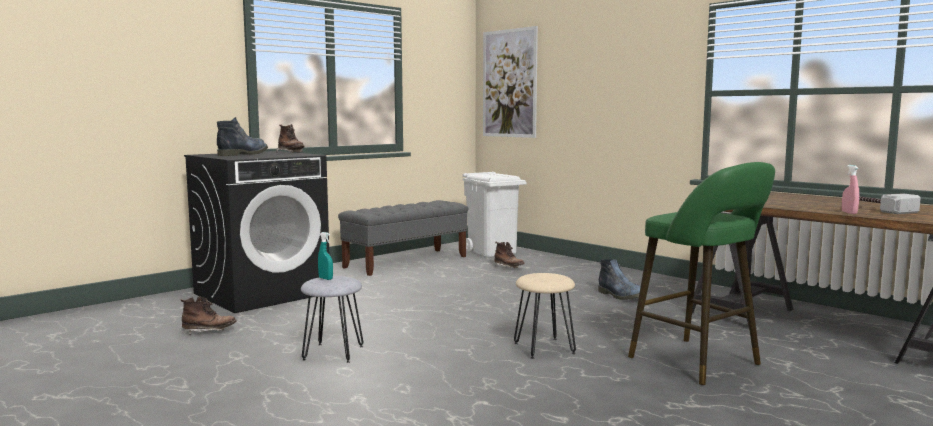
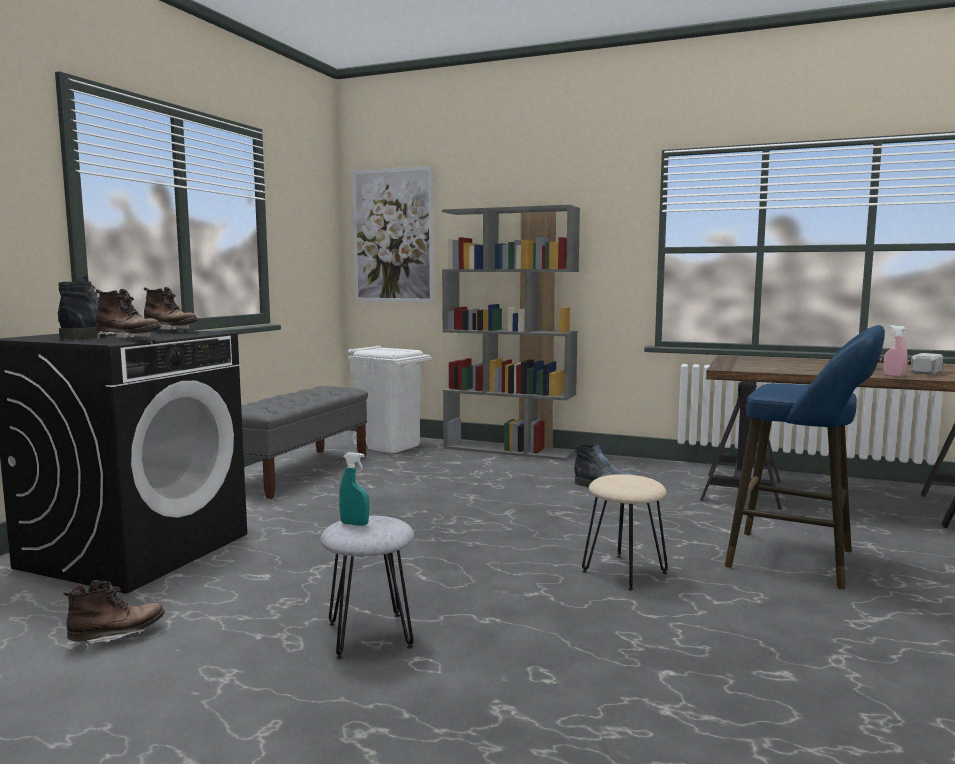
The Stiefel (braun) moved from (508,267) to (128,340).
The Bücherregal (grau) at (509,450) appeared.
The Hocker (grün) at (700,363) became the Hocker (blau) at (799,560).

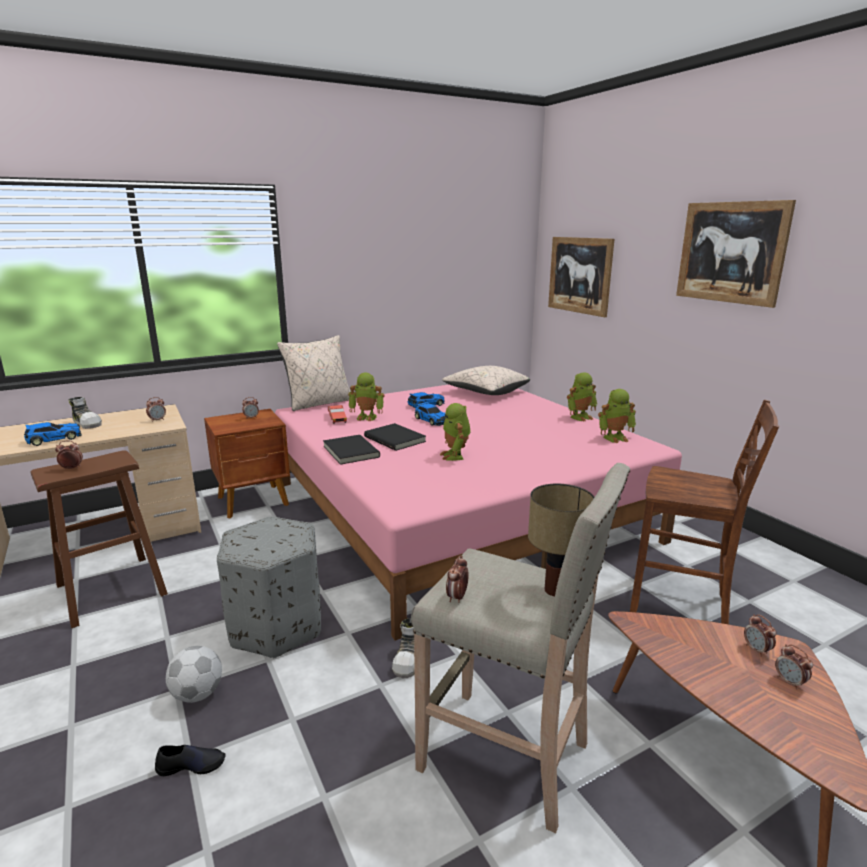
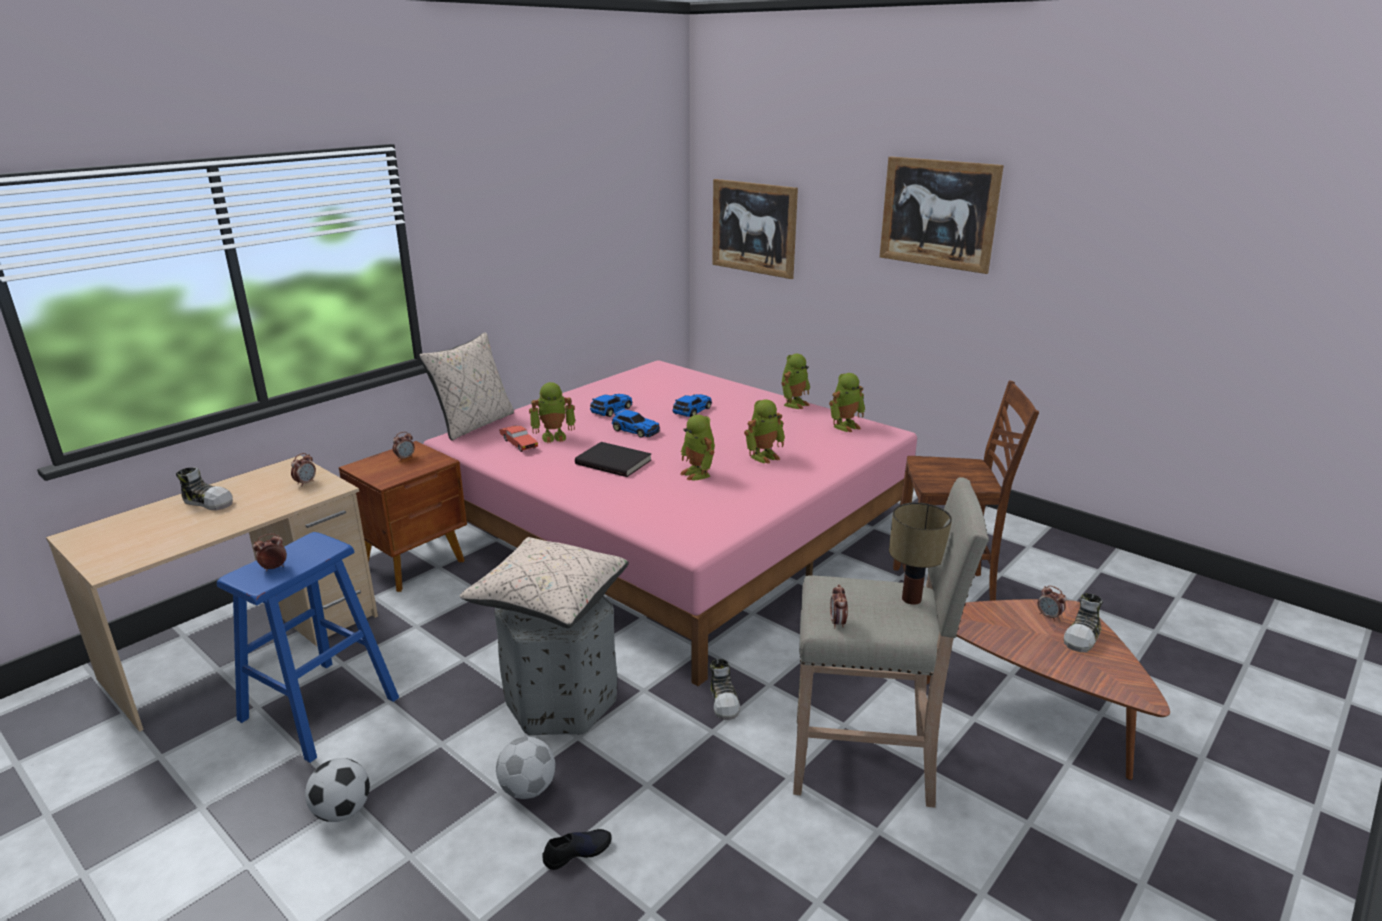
The Hocker (braun) at (111,589) became the Hocker (blau) at (319,709).
The Fußball at (342,811) appeared.
The Kissen (beige) moved from (485,392) to (549,600).
The Spielzeugauto moved from (53,439) to (691,411).
The Spielzeugroboter at (763,456) appeared.
The Wecker at (790,682) was replaced by the Schuh at (1083,637).
The Buch (schwarz) at (349,452) disappeared.

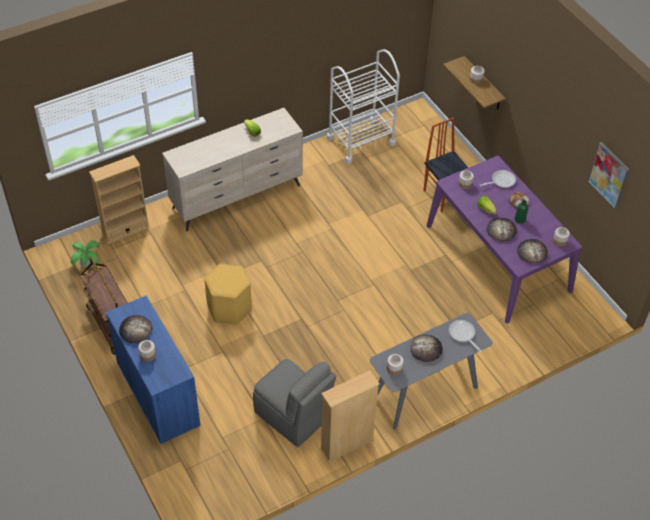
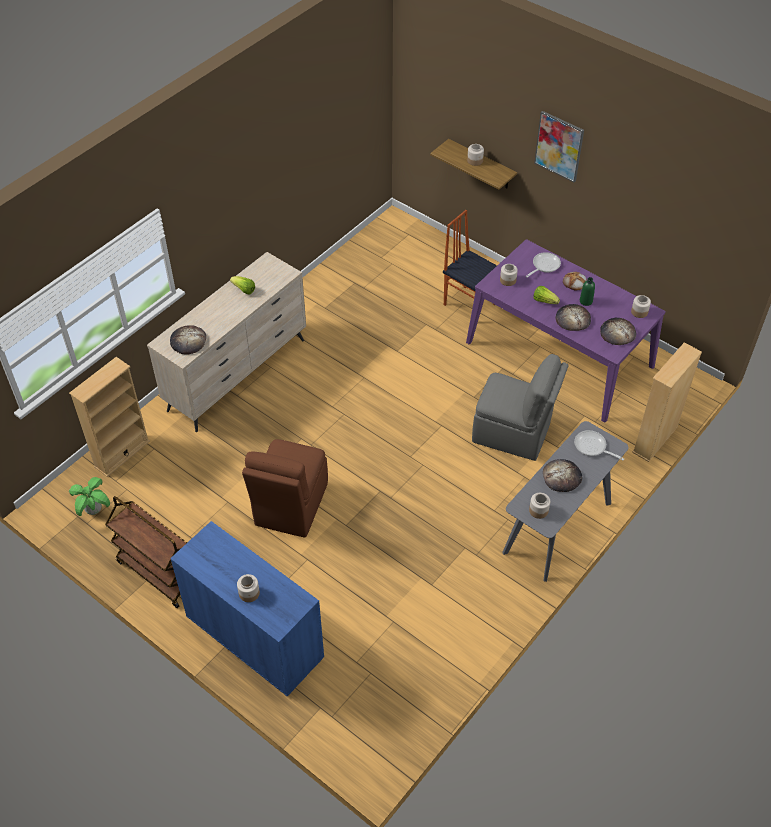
The Brot moved from (135,330) to (188,341).
The Hocker (gelb) at (229,308) was replaced by the Stuhl (braun) at (290,506).
The Stuhl (grau) moved from (293,416) to (513,434).
The Bild moved from (609,175) to (559,146).
The Bücherregal (beige) moved from (347,445) to (655,439).
The Rollwagen (weiß) at (361,141) disappeared.

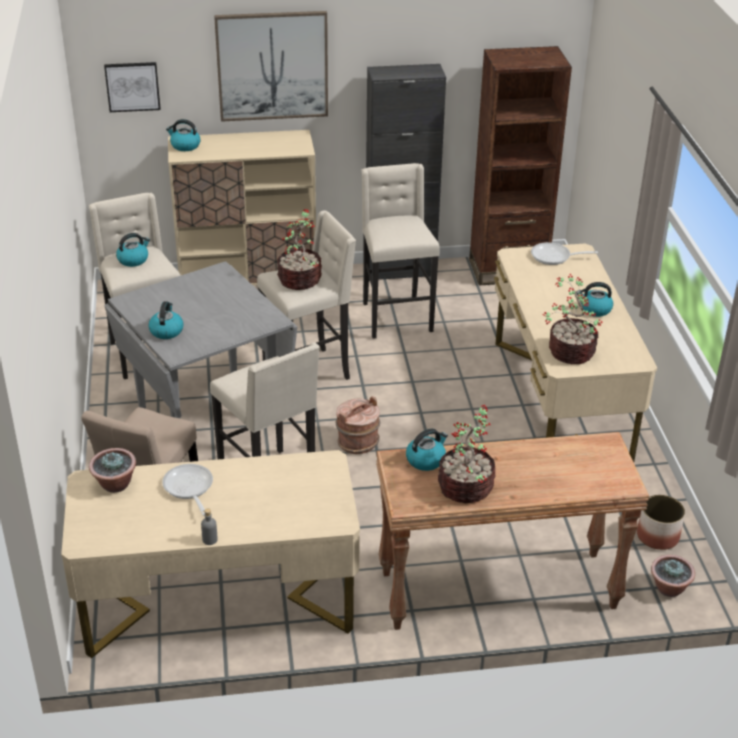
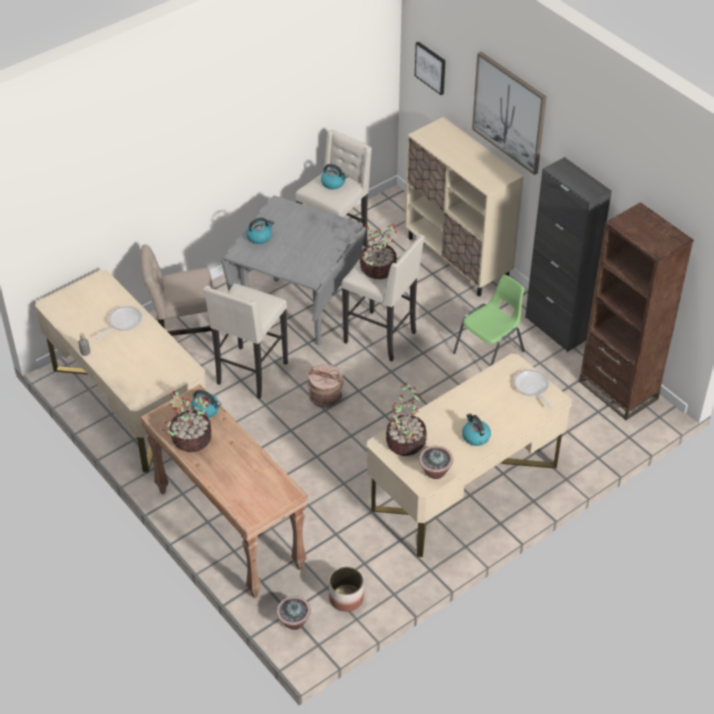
The Topfpflanze moved from (115,485) to (435,472).
The Hocker (beige) at (395,317) was replaced by the Stuhl (grün) at (490,352).
The Wasserkessel at (185,146) disappeared.

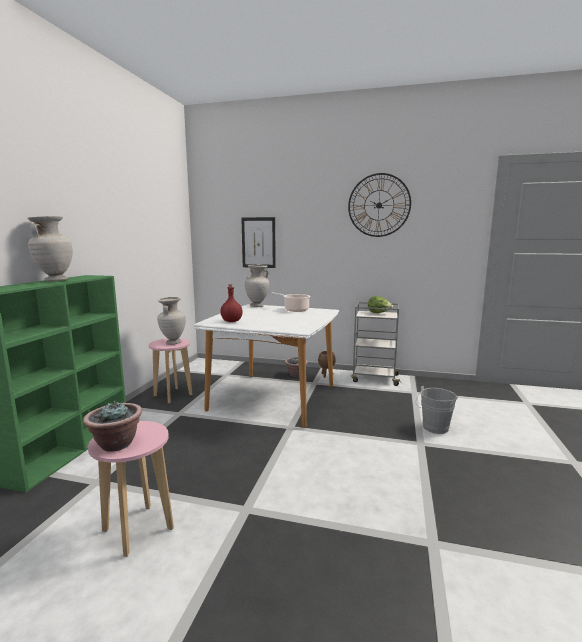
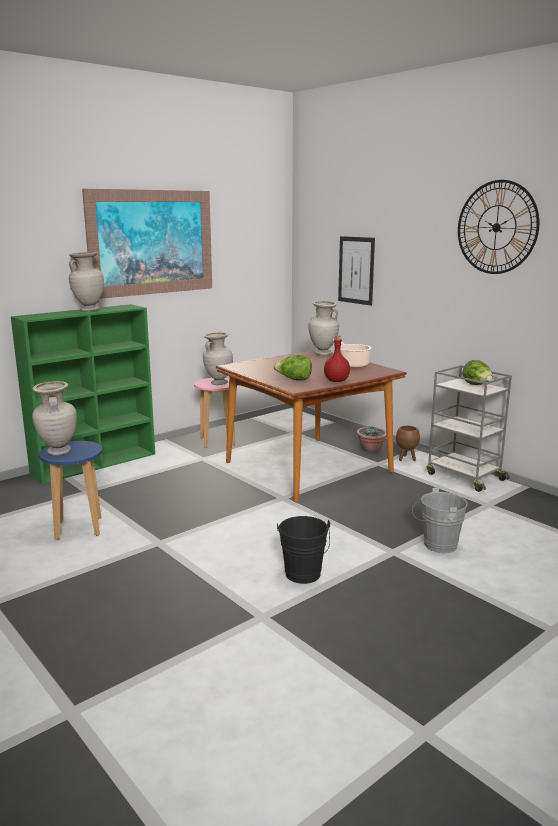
The Topfpflanze at (116,444) was replaced by the Vase (beige) at (58,452).
The Hocker (rosa) at (138,529) became the Hocker (blau) at (78,528).
The Bild at (152,242) appeared.
The Esstisch (weiß) at (273,398) became the Esstisch (braun) at (307,467).
The Salatkopf at (294,380) appeared.
The Eimer (schwarz) at (303,576) appeared.
The Flasche (rot) moved from (231,321) to (336,381).

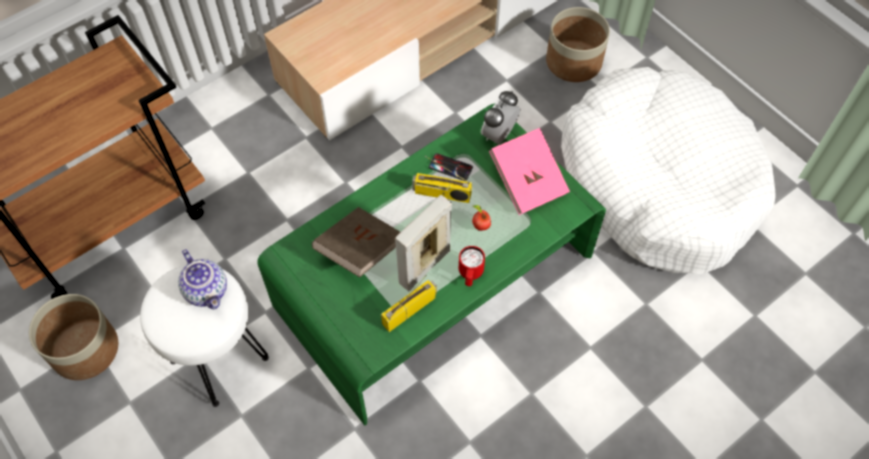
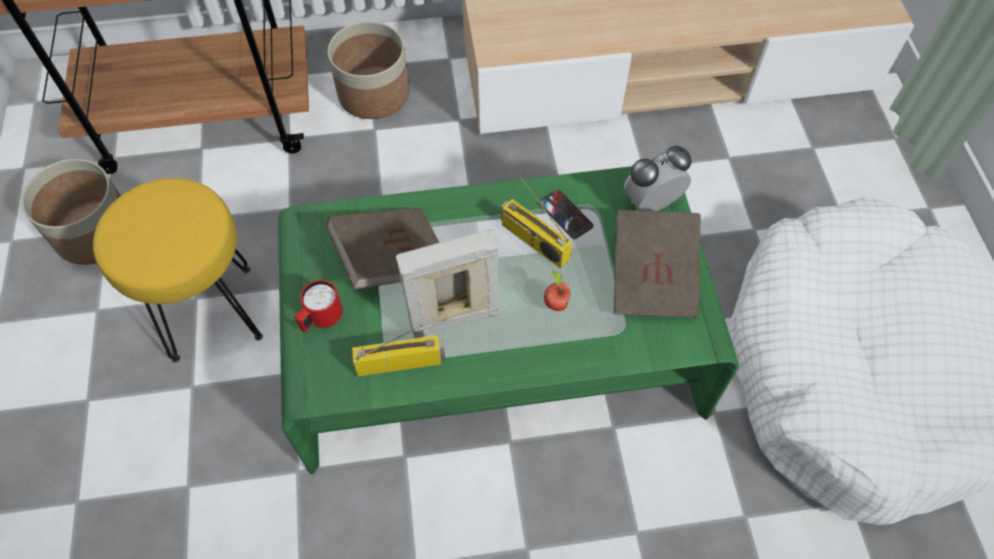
The Hocker (weiß) at (219,358) became the Hocker (gelb) at (213,311).
The Henkelbecher (rot) moved from (470,275) to (321,319).
The Pflanzkübel moved from (573,61) to (374,93).
The Buch (rosa) at (528,181) became the Buch (braun) at (653,278).
The Teekanne at (208,290) disappeared.

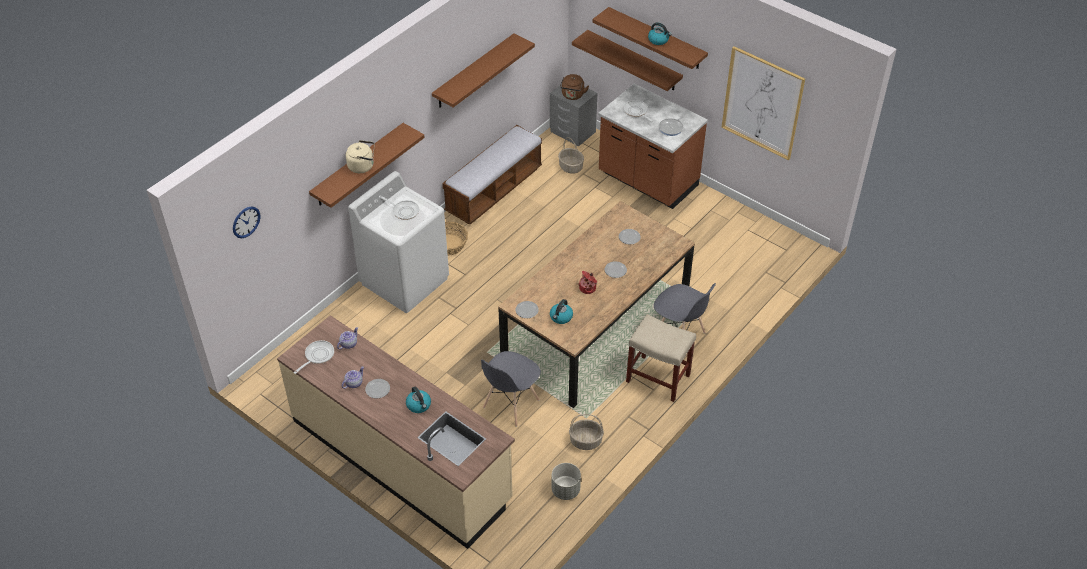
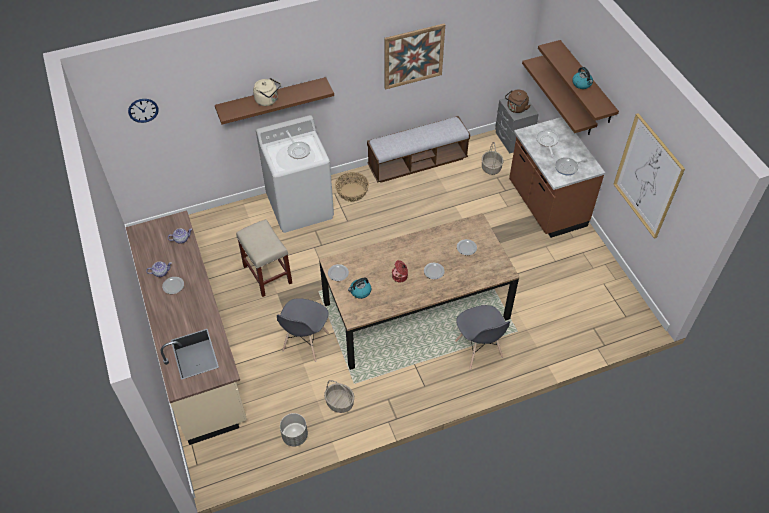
The Hocker (beige) moved from (659,378) to (268,275).
The Stuhl (grau) at (511,404) turned 45 degrees counterclockwise.
The Wandregal (braun) at (474,71) was replaced by the Bild at (413,56).
The Pfanne at (317,356) disappeared.
The Wasserkessel at (419,405) disappeared.

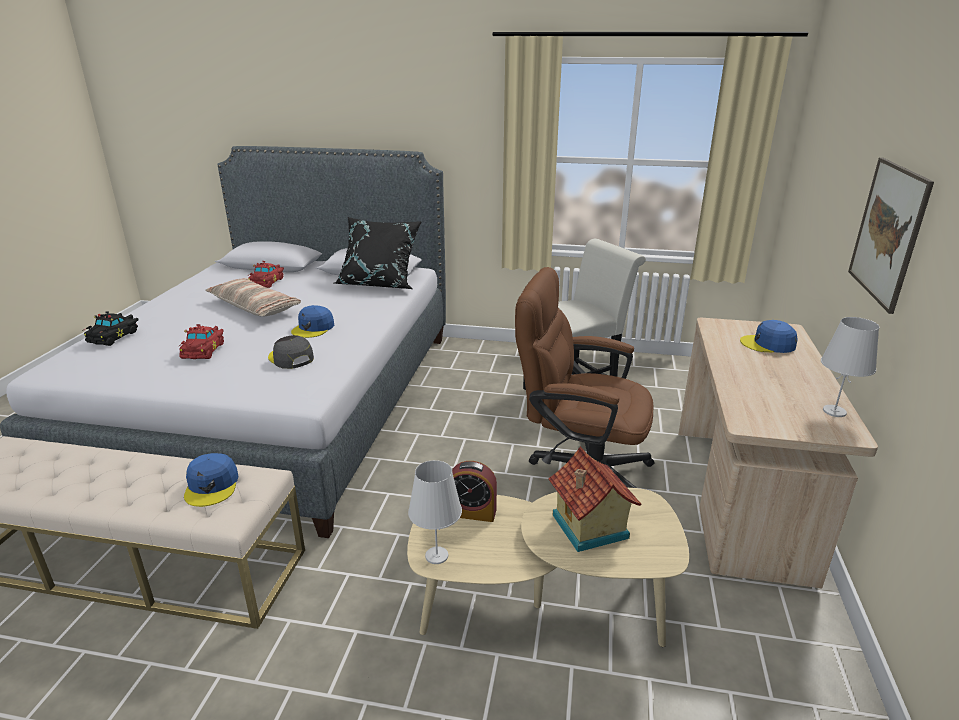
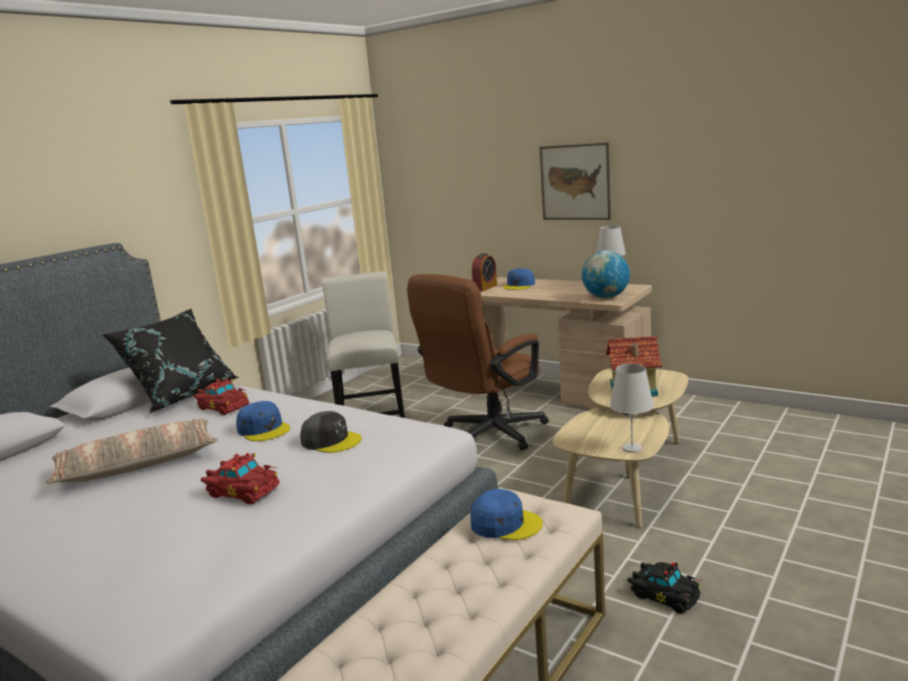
The Spielzeugauto (rot) moved from (267,282) to (223,406).
The Kappe (grau) at (290,358) turned 135 degrees counterclockwise.
The Wecker moved from (471,512) to (485,287).
The Globus at (606,297) appeared.
The Spielzeugauto (schwarz) moved from (114,336) to (663,594).

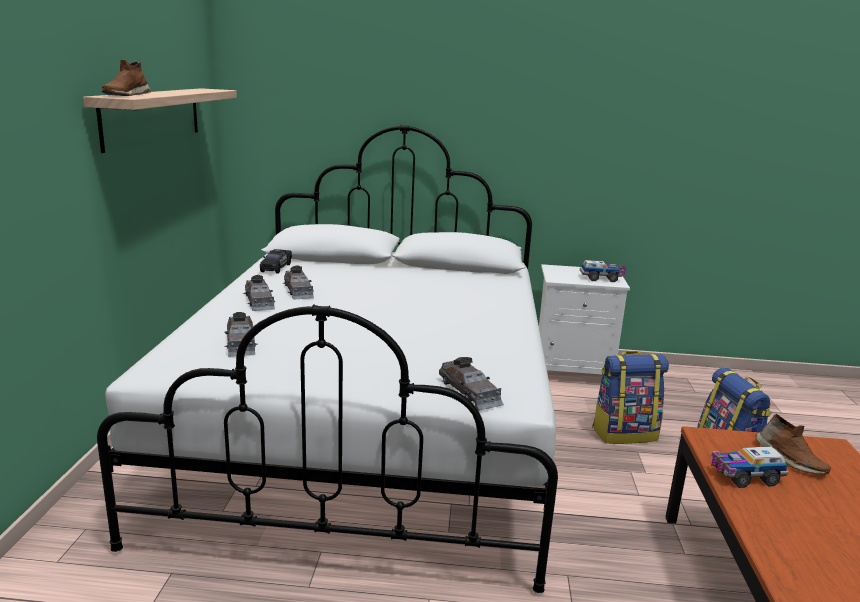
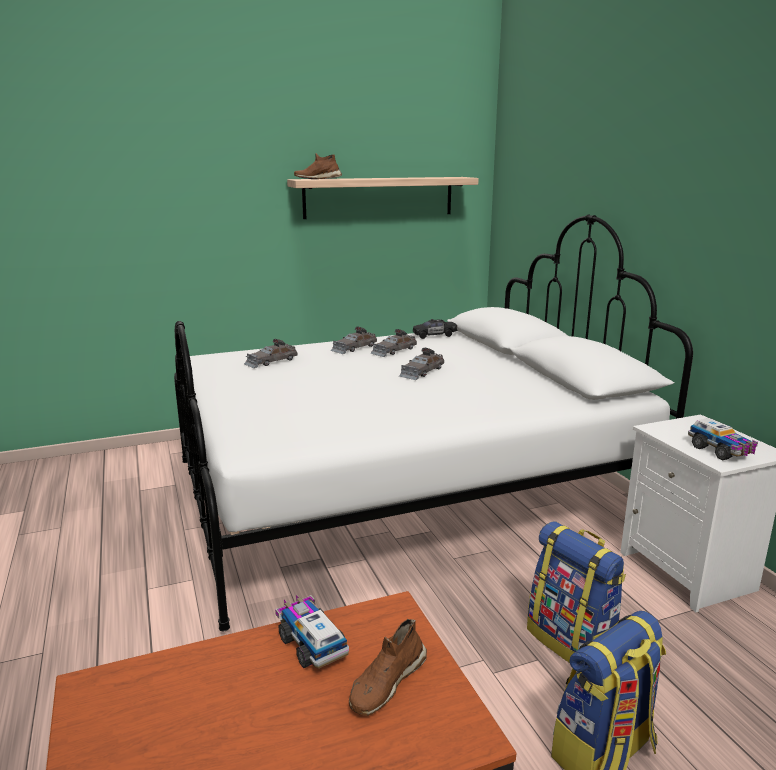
The Spielzeugauto (grau) moved from (469,392) to (421,372).

